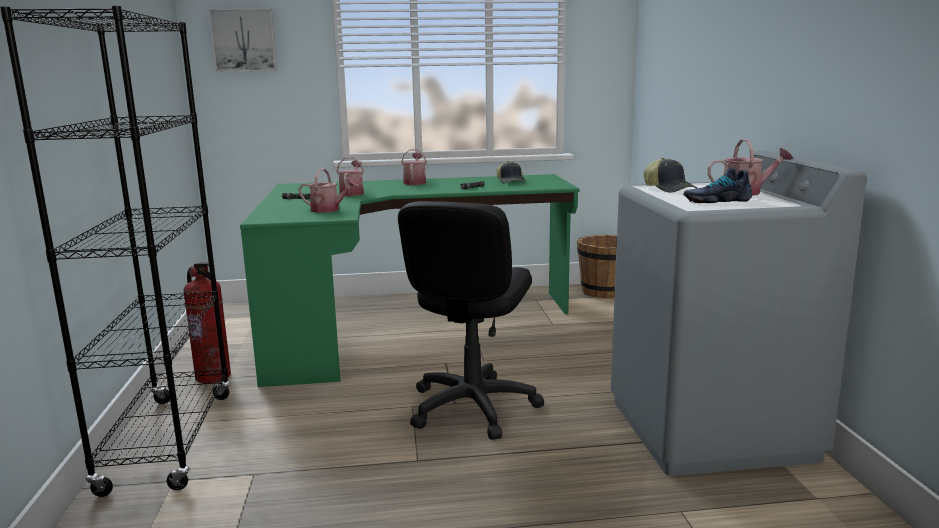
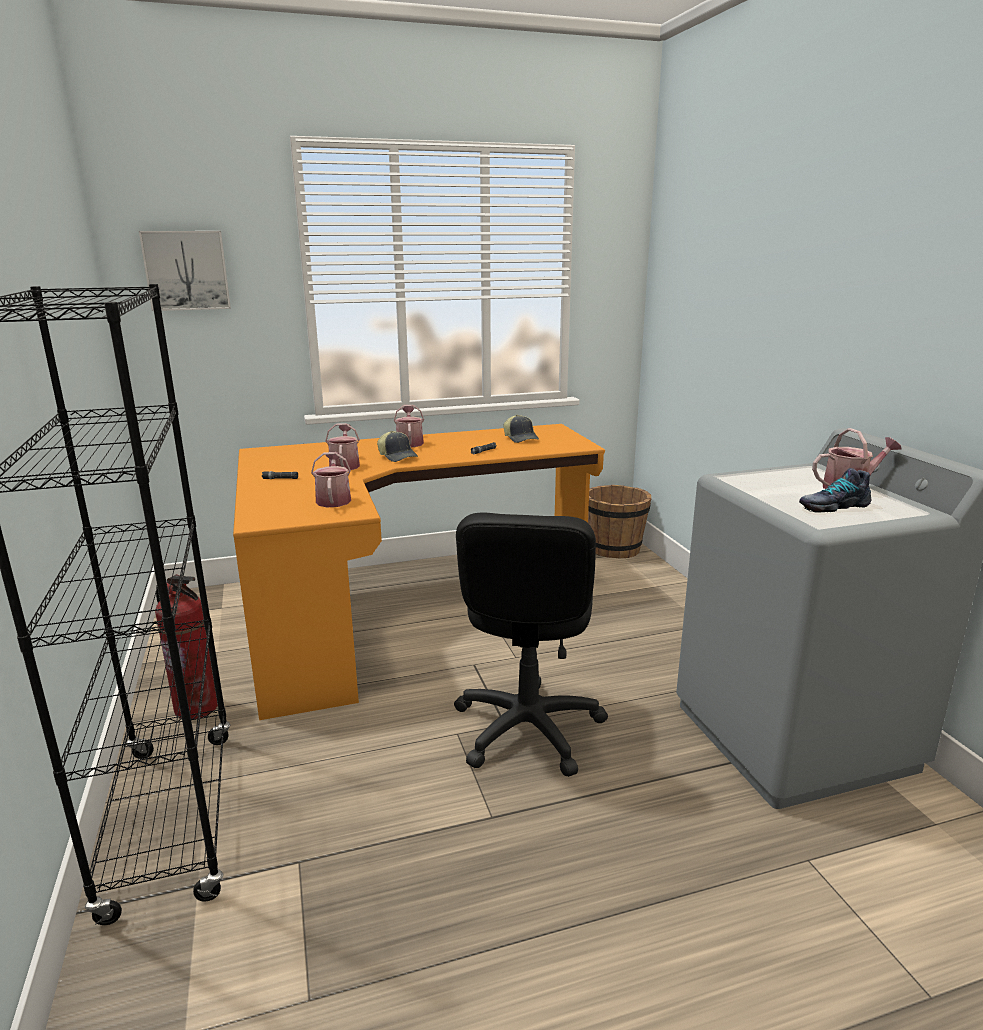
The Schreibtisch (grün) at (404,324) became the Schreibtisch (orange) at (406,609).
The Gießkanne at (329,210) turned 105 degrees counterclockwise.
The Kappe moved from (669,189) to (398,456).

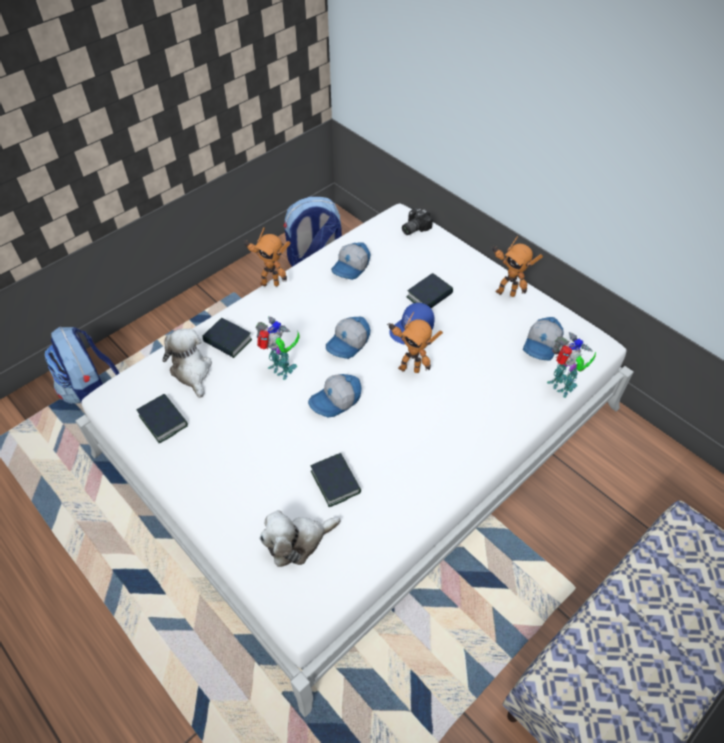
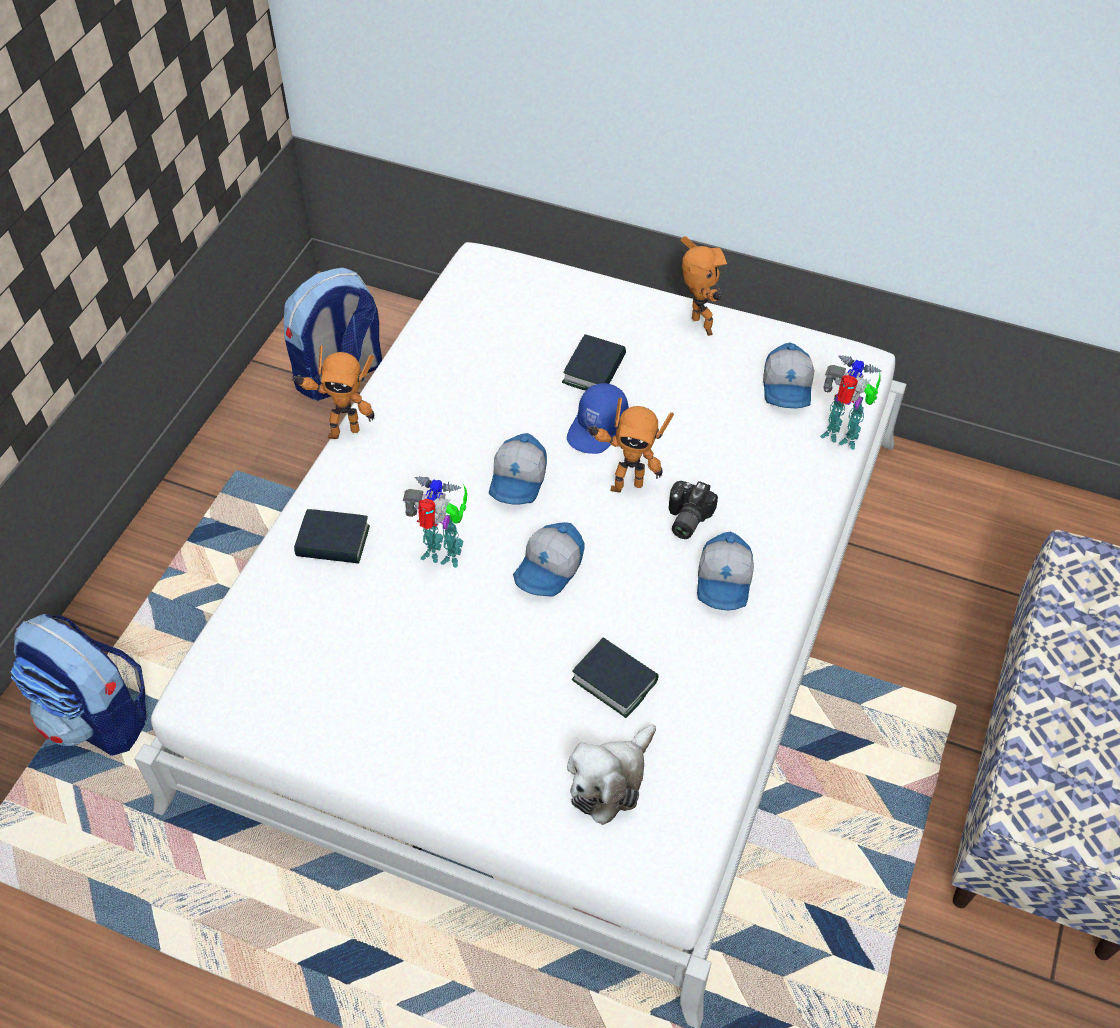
The Kamera moved from (413,228) to (685,518).
The Spielzeugroboter at (506,292) turned 120 degrees counterclockwise.
The Kappe moved from (351,267) to (725,581).
The Buch at (163,420) disappeared.
The Plüschtier at (191,371) disappeared.

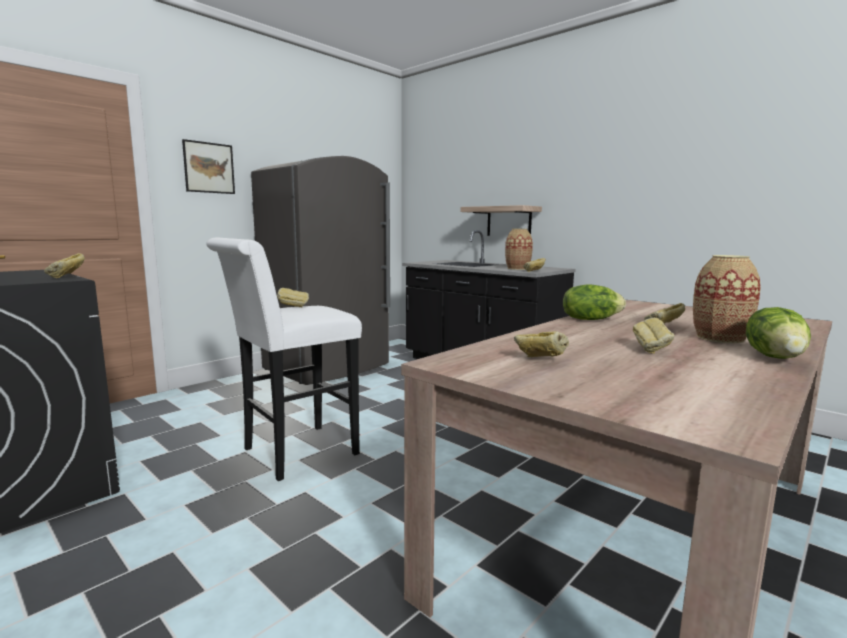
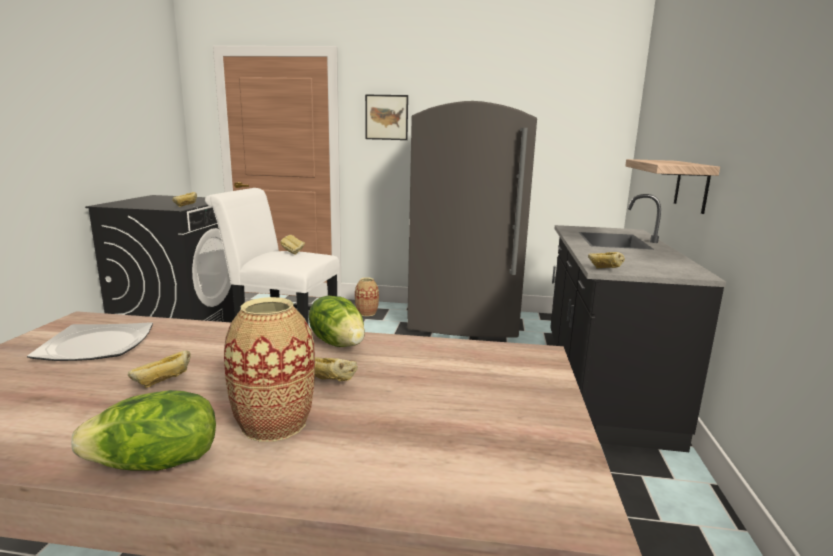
The Brot at (539,360) was replaced by the Teller at (97,346).
The Vase moved from (517,268) to (367,313).

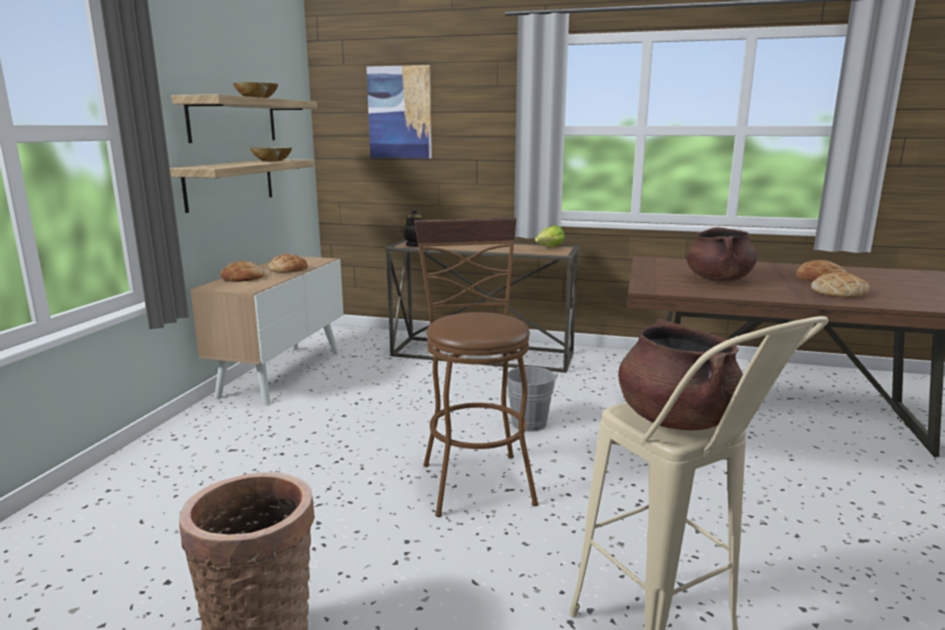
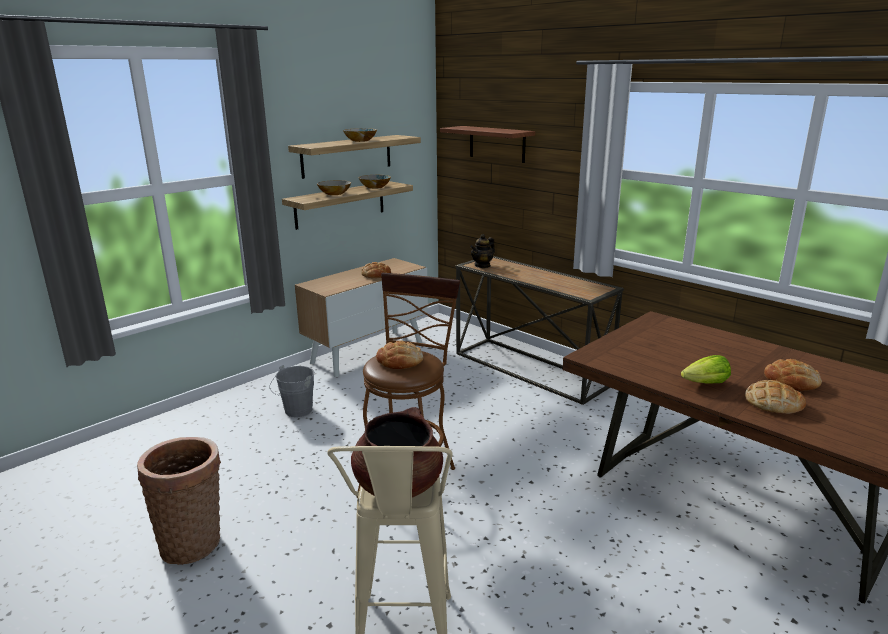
The Eimer (grau) moved from (529,425) to (296,411).
The Schüssel at (334,193) appeared.
The Brot moved from (243,278) to (400,360).
The Bild at (400,112) was replaced by the Wandregal at (497,144).
The Salatkopf moved from (550,247) to (706,384).
The Kochtopf (braun) at (719,279) disappeared.

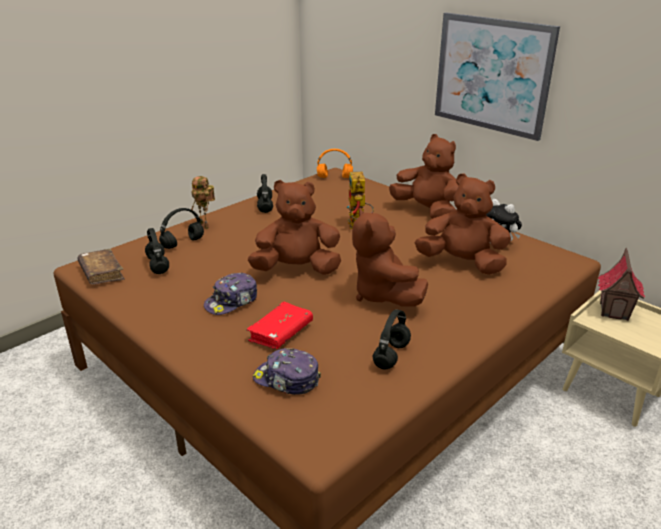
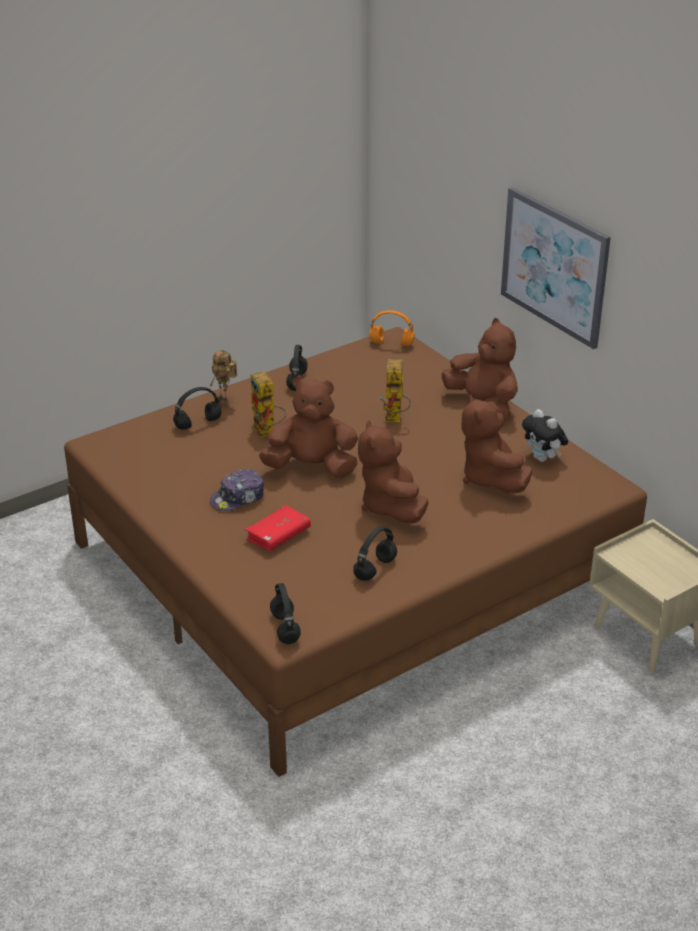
The Spielzeugroboter at (267,432) appeared.
The Kopfhörer (schwarz) moved from (158,266) to (286,629).
The Plüschtier (braun) at (462,263) turned 135 degrees counterclockwise.
The Buch (braun) at (102,273) disappeared.
The Kappe at (286,380) disappeared.
The Spielzeughaus at (614,311) disappeared.

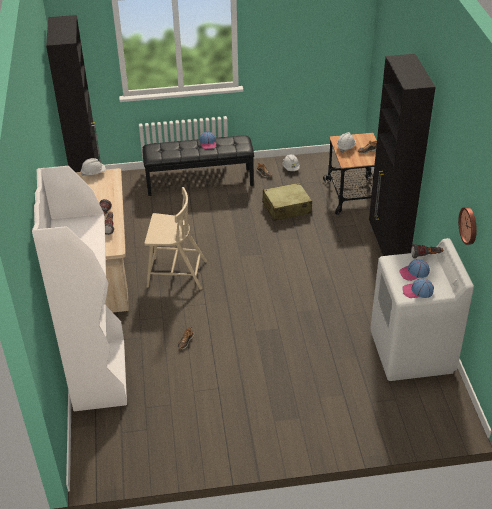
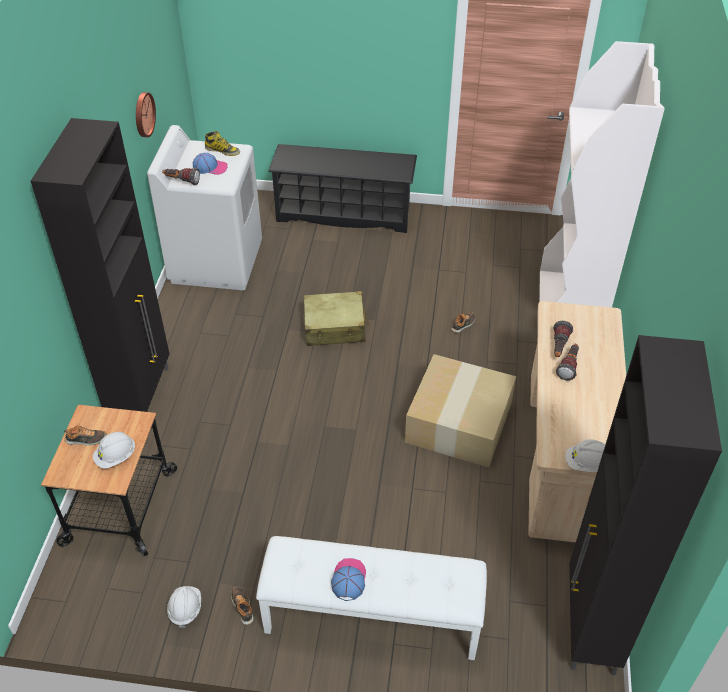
The Kappe at (417,291) was replaced by the Stiefel at (222,150).
The Bank (schwarz) at (199,181) became the Bank (weiß) at (371,618).
The Schuhregal (schwarz) at (344,214) appeared.
The Koffer (beige) moved from (286,208) to (335,327).
The Stuhl (beige) at (175,274) was replaced by the Karton at (458,421).

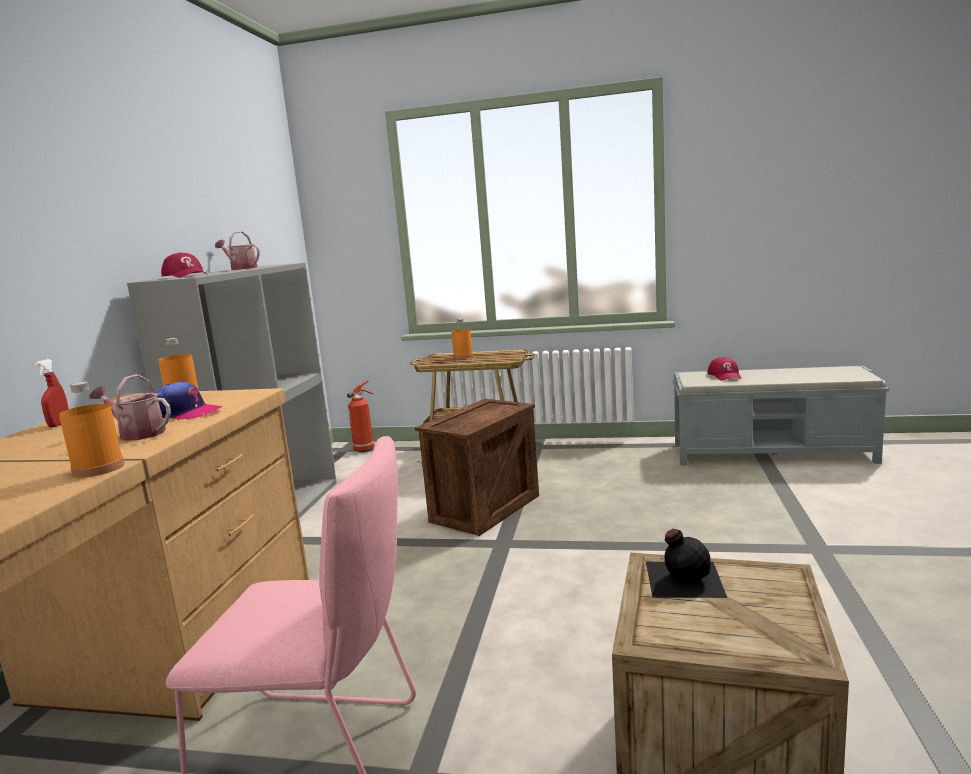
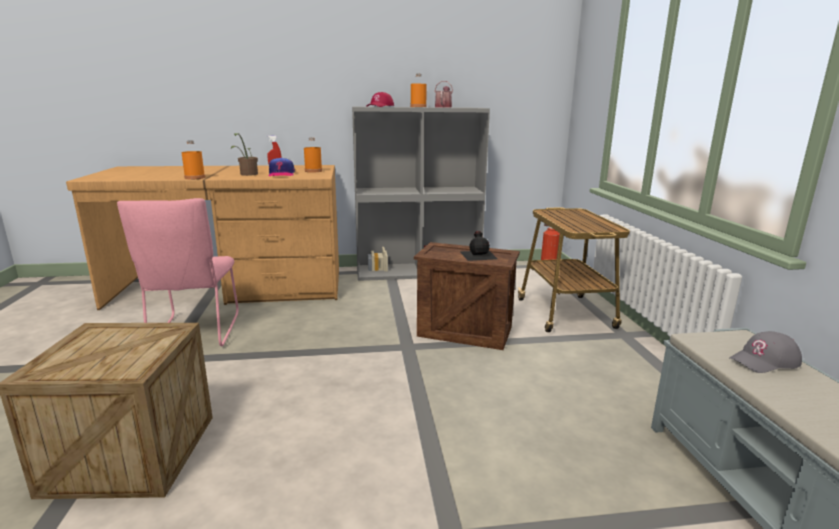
The Gießkanne at (137,434) was replaced by the Topfpflanze at (247,174).
The Flasche (orange) moved from (463,357) to (418,107).
The Flasche (schwarz) moved from (682,578) to (478,255).
The Kappe (rot) at (725,375) became the Kappe (grau) at (764,361).

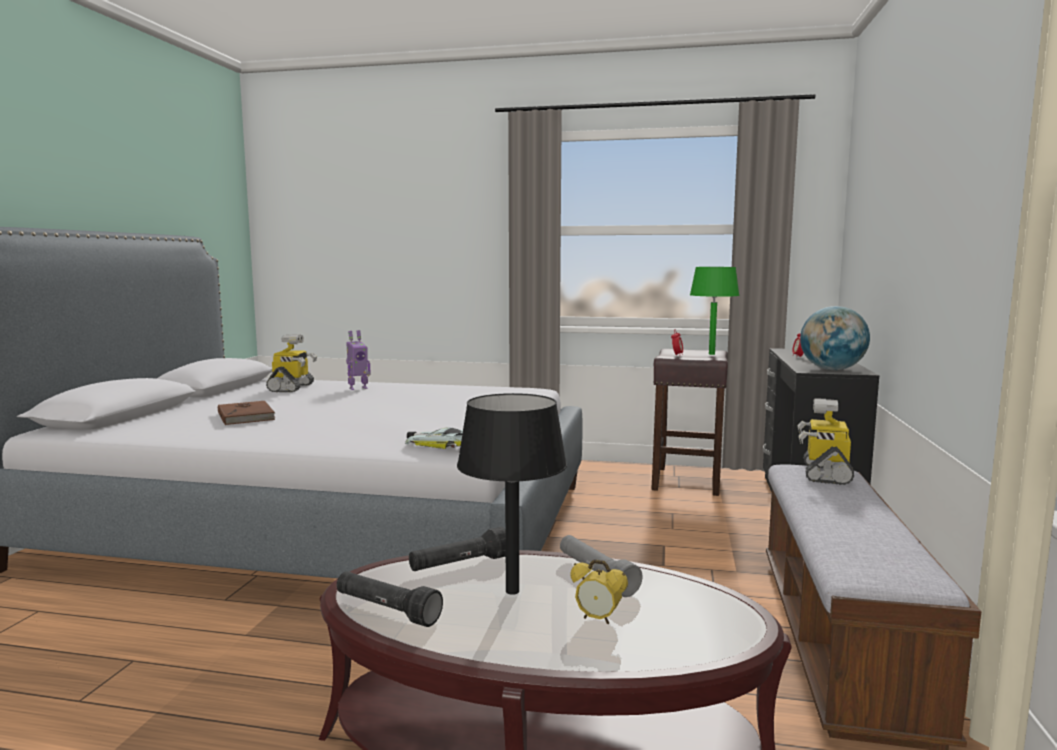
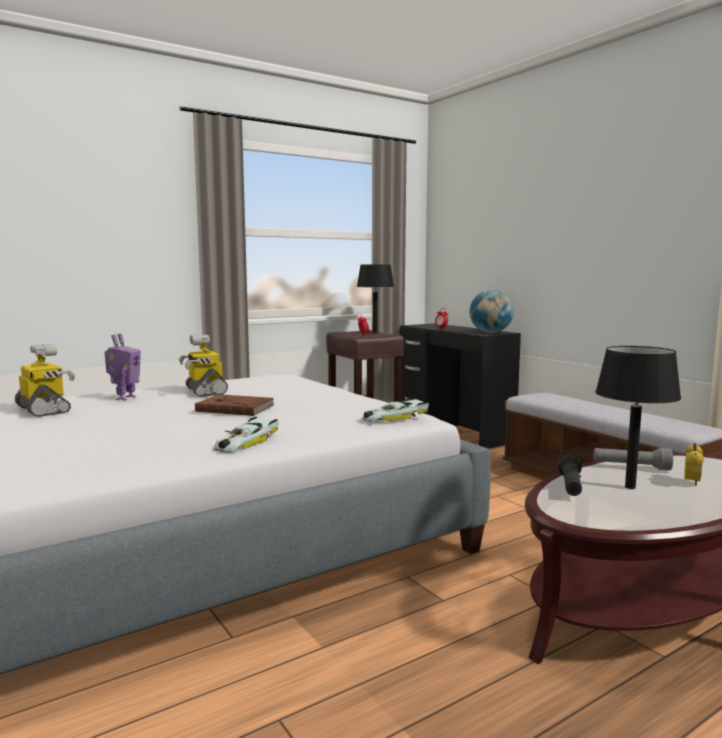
The Spielzeugroboter moved from (825,473) to (205,391).
The Buch (braun) moved from (247,416) to (235,408).
The Spielzeugauto at (244,441) appeared.
The Tischlampe (grün) at (712,354) became the Tischlampe (schwarz) at (375,332).
The Wecker at (598,619) turned 45 degrees counterclockwise.
The Taschenlampe (schwarz) at (386,610) disappeared.

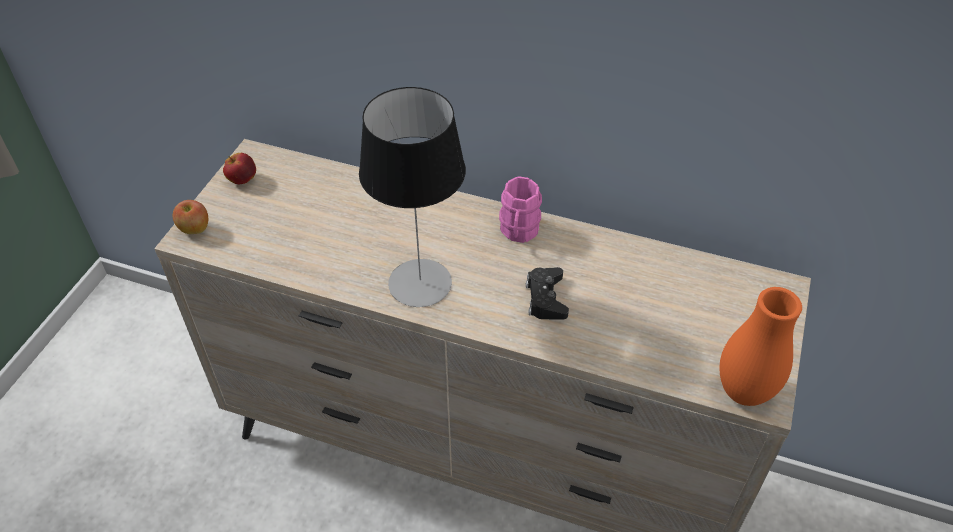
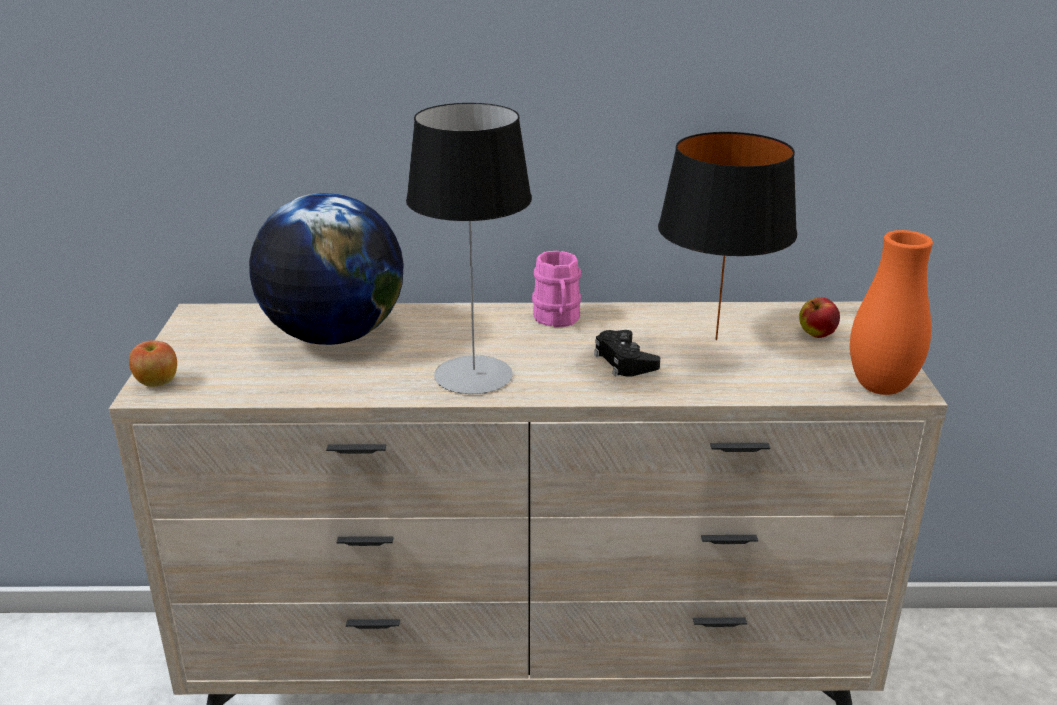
The Globus at (333,336) appeared.
The Tischlampe (schwarz) at (714,340) appeared.
The Apfel moved from (242,180) to (816,335).

